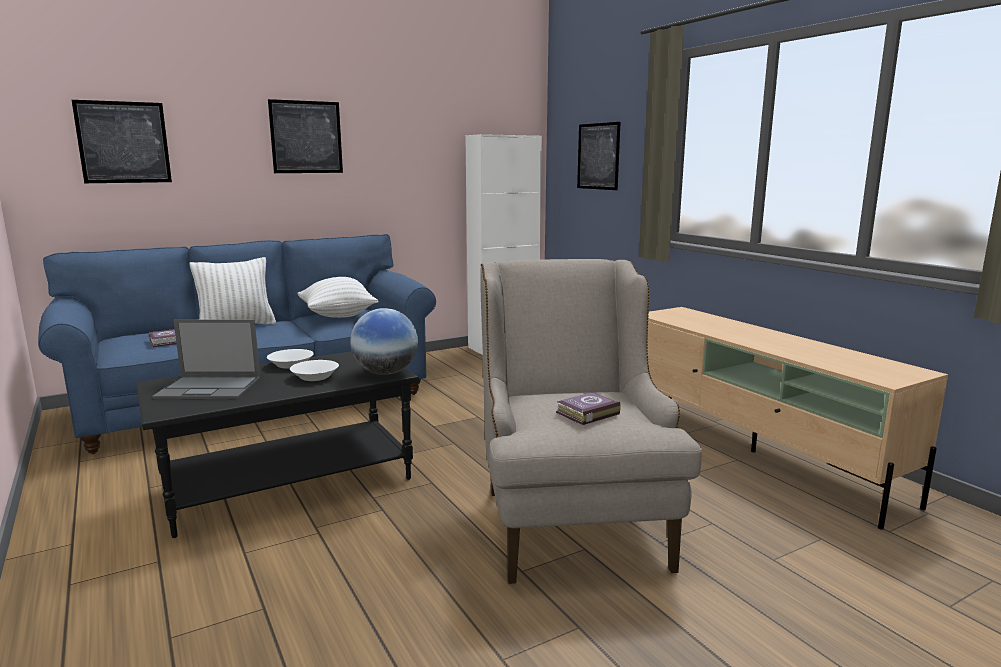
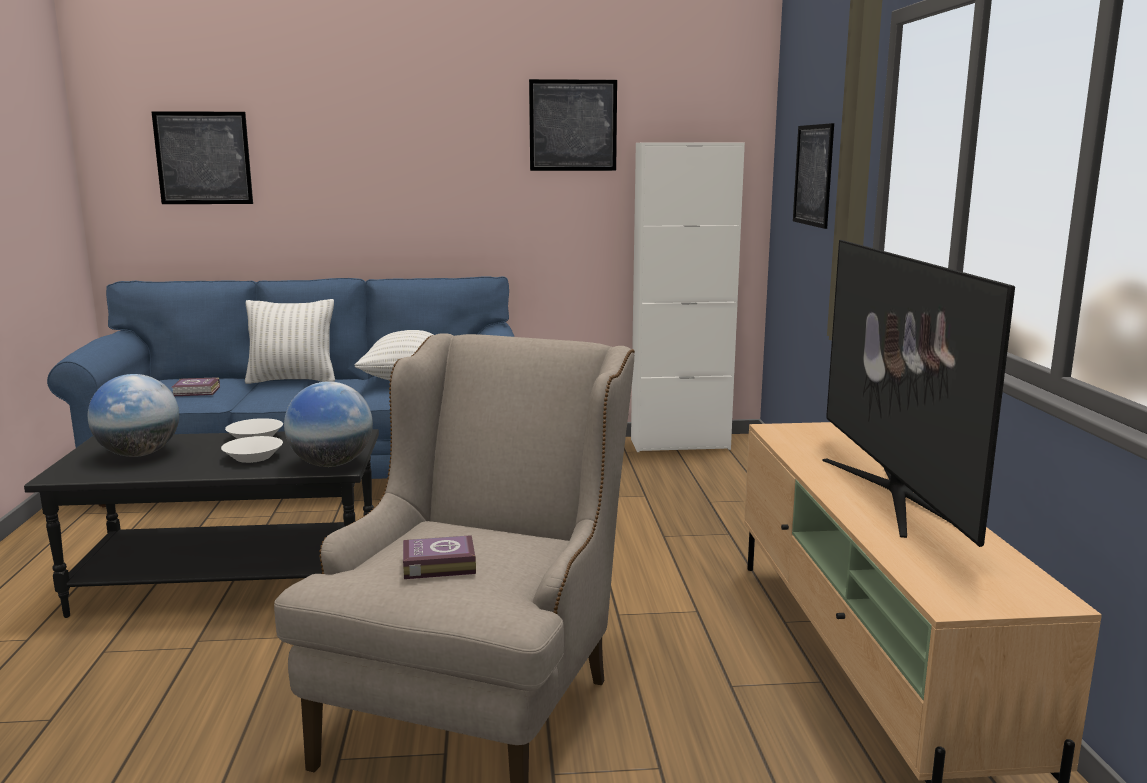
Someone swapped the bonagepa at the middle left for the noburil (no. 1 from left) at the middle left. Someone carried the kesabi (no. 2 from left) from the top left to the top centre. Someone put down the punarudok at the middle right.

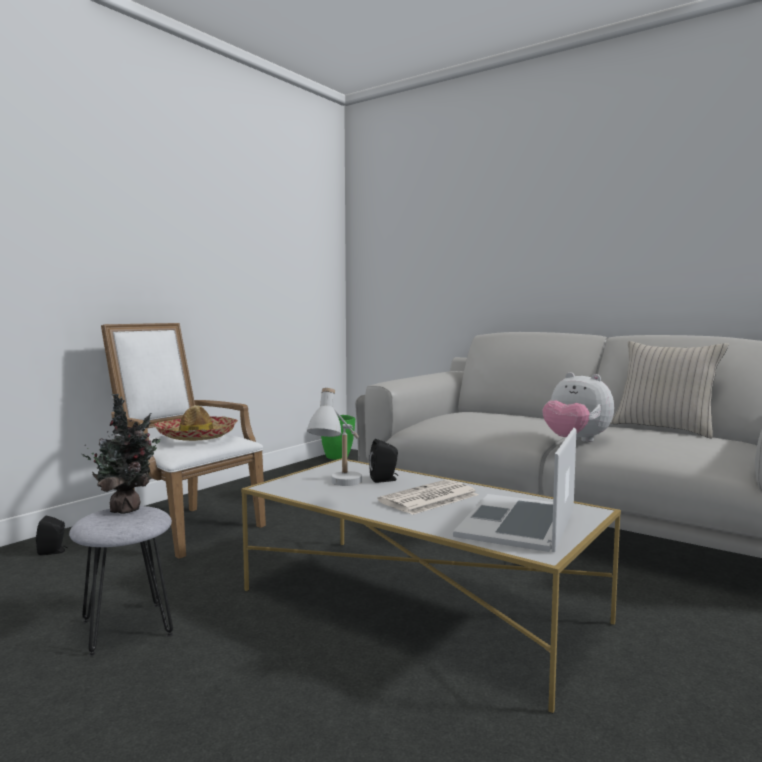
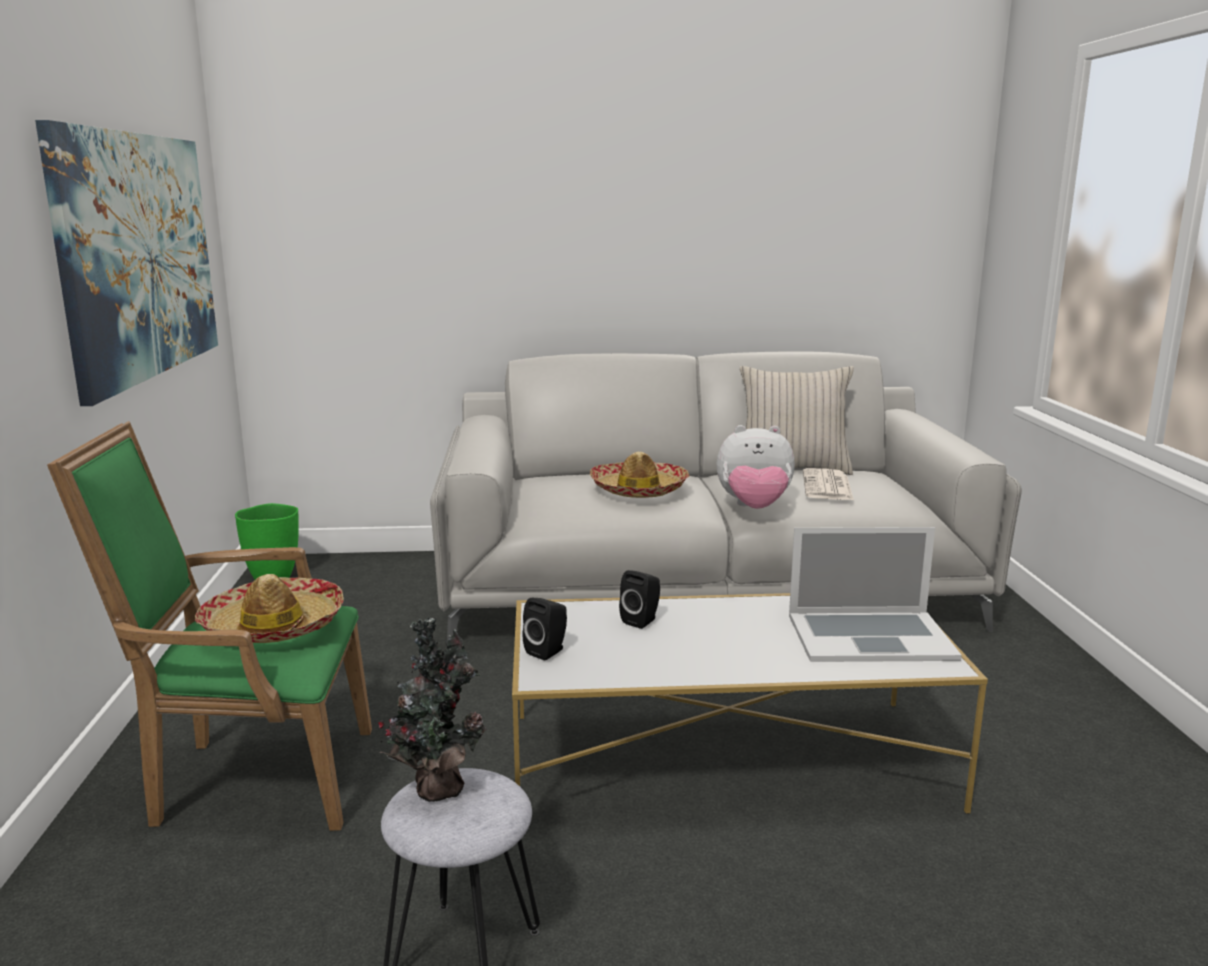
Someone carried the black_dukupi (no. 1 from left) from the bottom left to the centre. Someone repainted the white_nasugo at the middle left, which became the green_nasugo at the middle left. Someone took away the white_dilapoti at the centre. Someone carried the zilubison from the centre to the middle right. Someone rotated the bonagepa at the middle right by 75 degrees counterclockwise. Someone put up the kesabi at the top left. Someone put down the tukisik (no. 2 from left) at the centre.

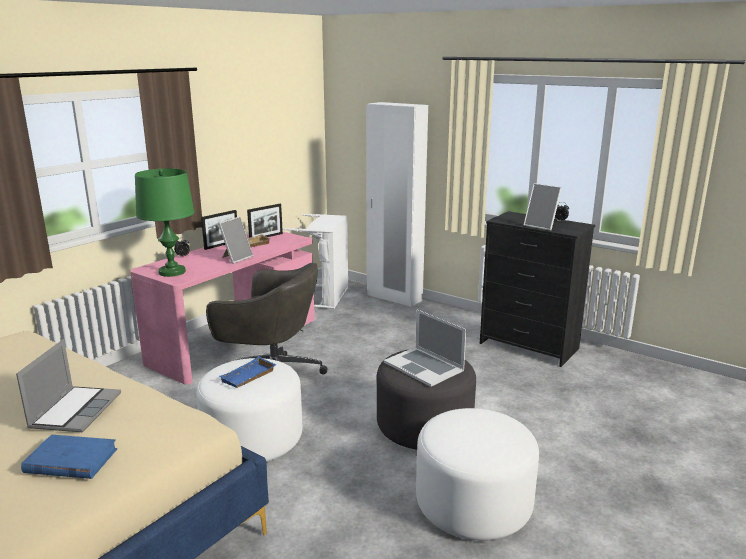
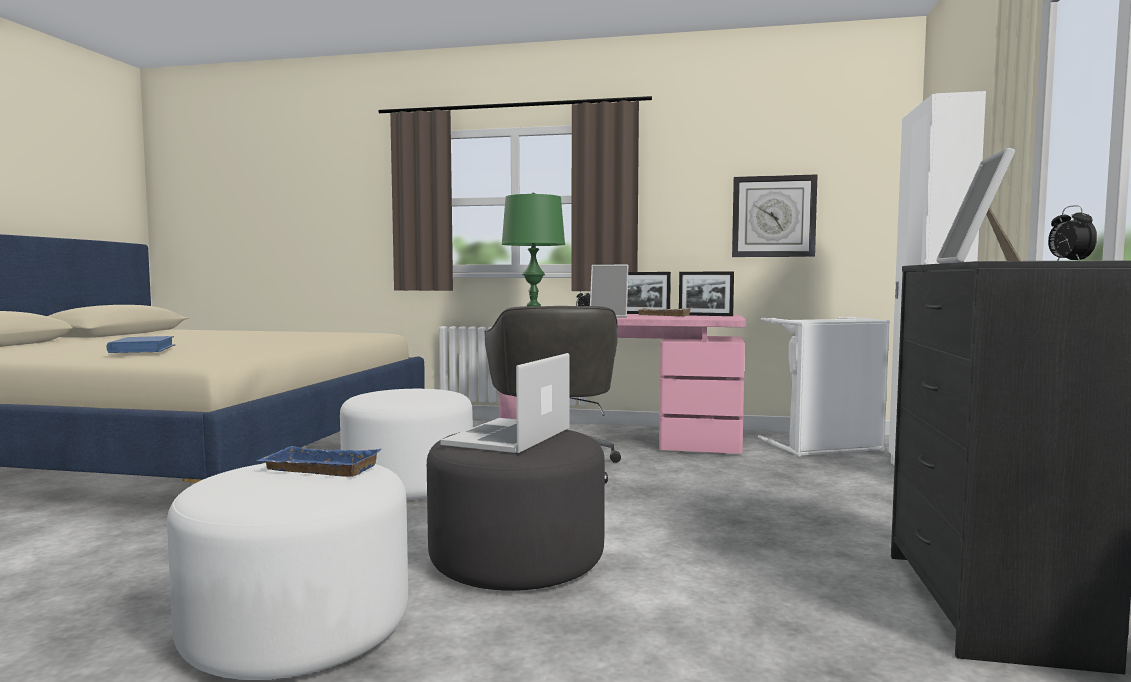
Someone took away the bonagepa (no. 1 from left) at the bottom left. Someone carried the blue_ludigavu from the middle left to the bottom left. Someone put up the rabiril at the top right.

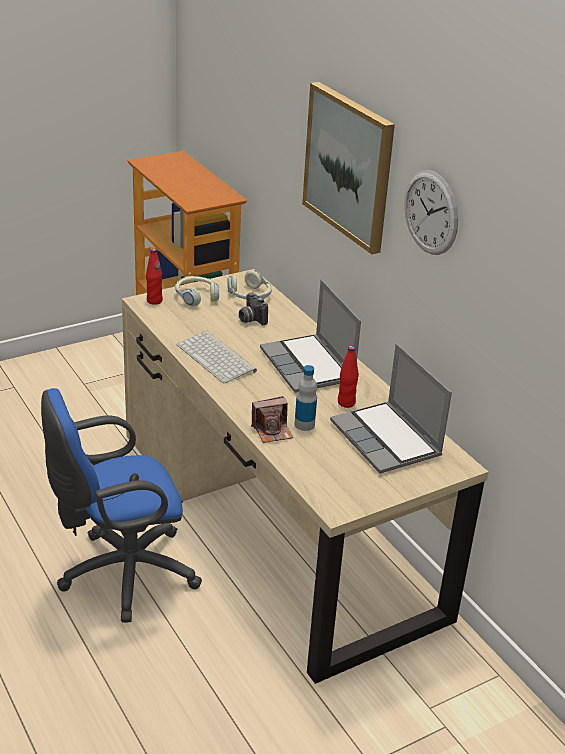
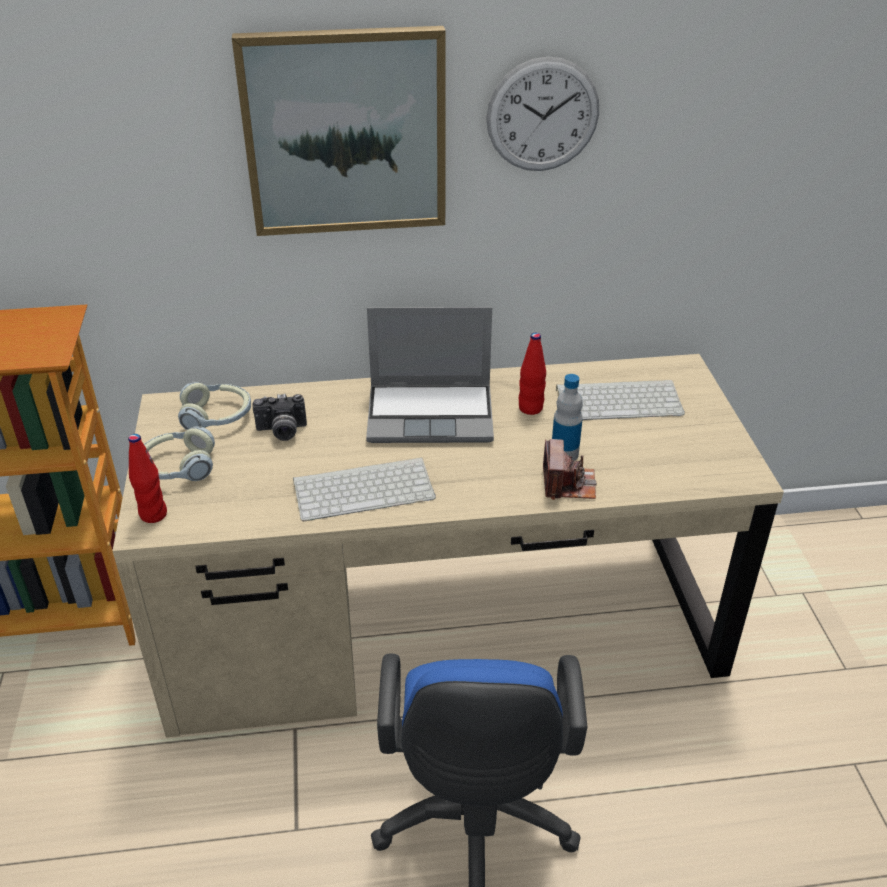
Someone swapped the bonagepa (no. 2 from left) at the middle right for the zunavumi (no. 2 from left) at the middle right.

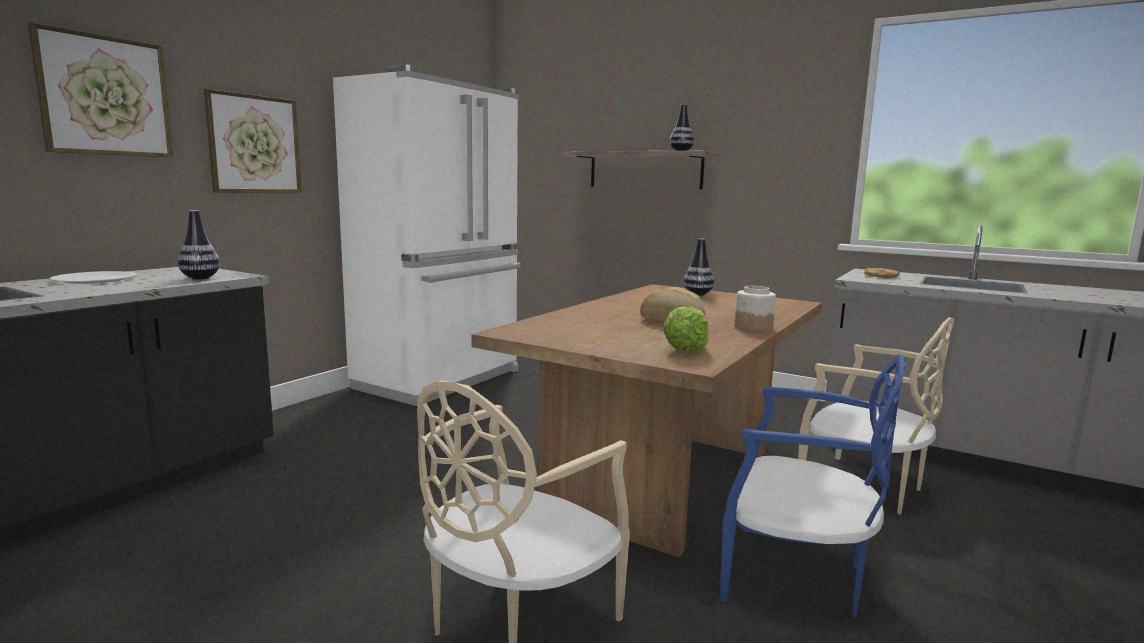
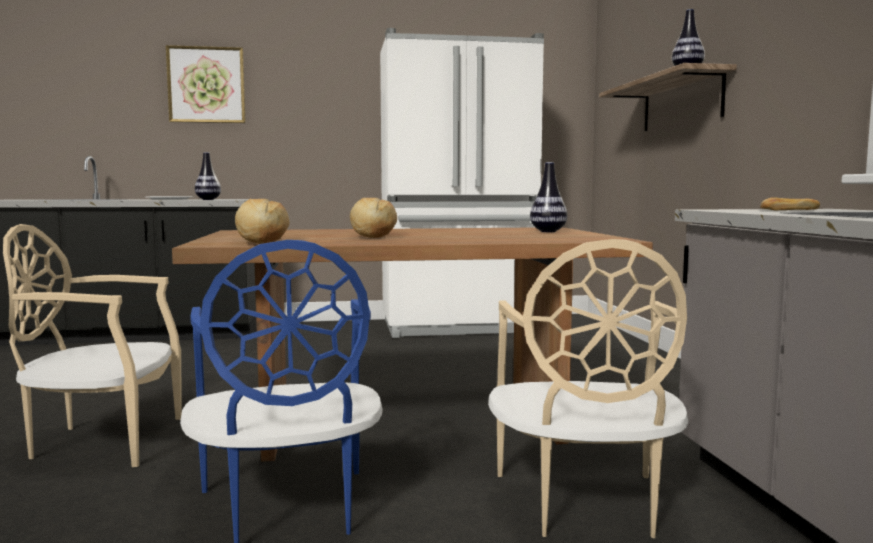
Someone took away the kesabi (no. 2 from left) at the top left. Someone swapped the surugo at the centre for the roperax (no. 1 from left) at the middle left. Someone took away the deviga at the centre.

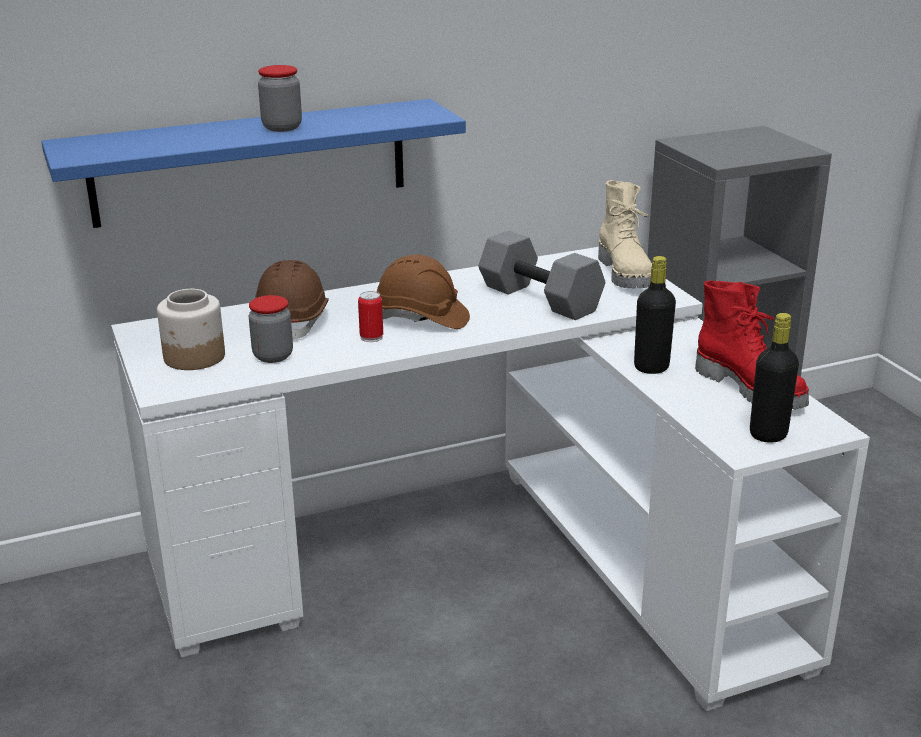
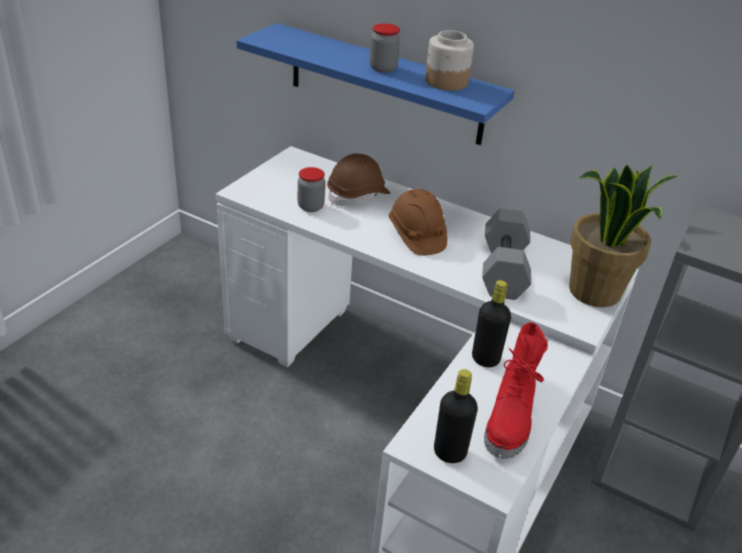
Someone carried the deviga (no. 1 from left in the first image) from the middle left to the top centre. Someone took away the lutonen at the centre. Someone swapped the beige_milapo at the top right for the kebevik at the middle right.

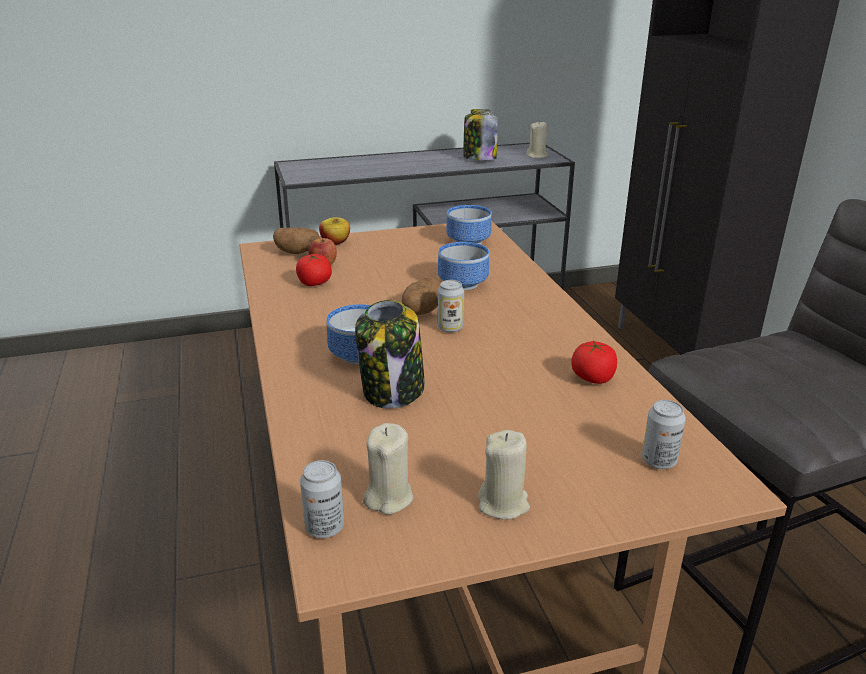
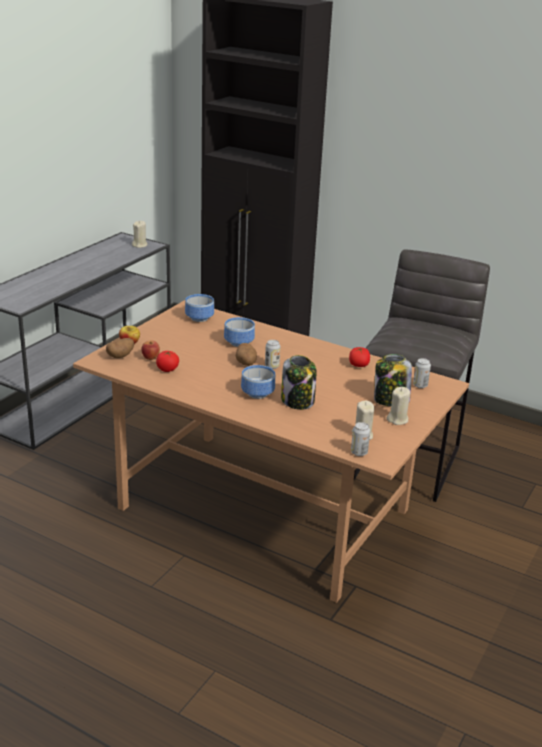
Someone carried the deviga (no. 2 from left) from the top centre to the middle right.

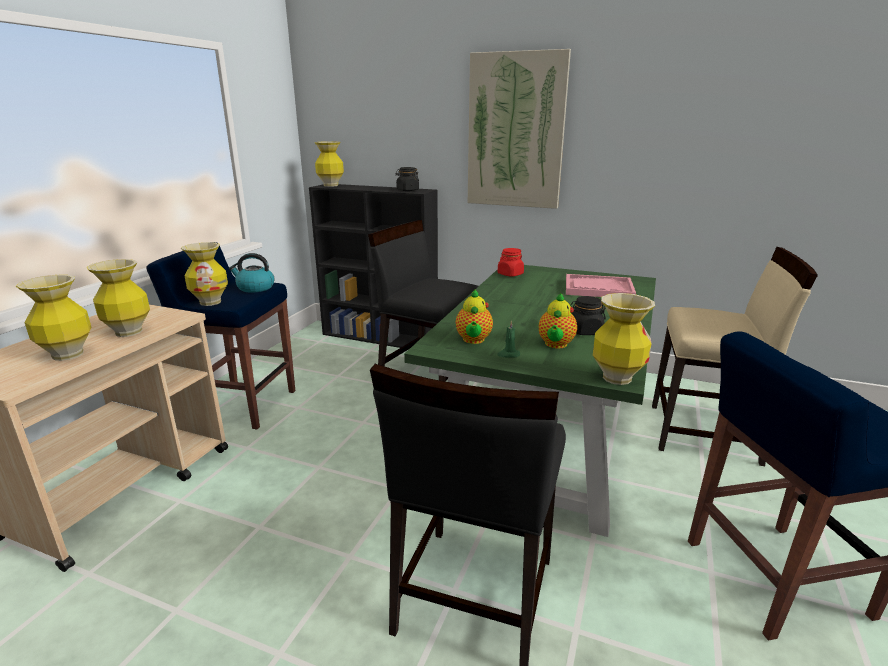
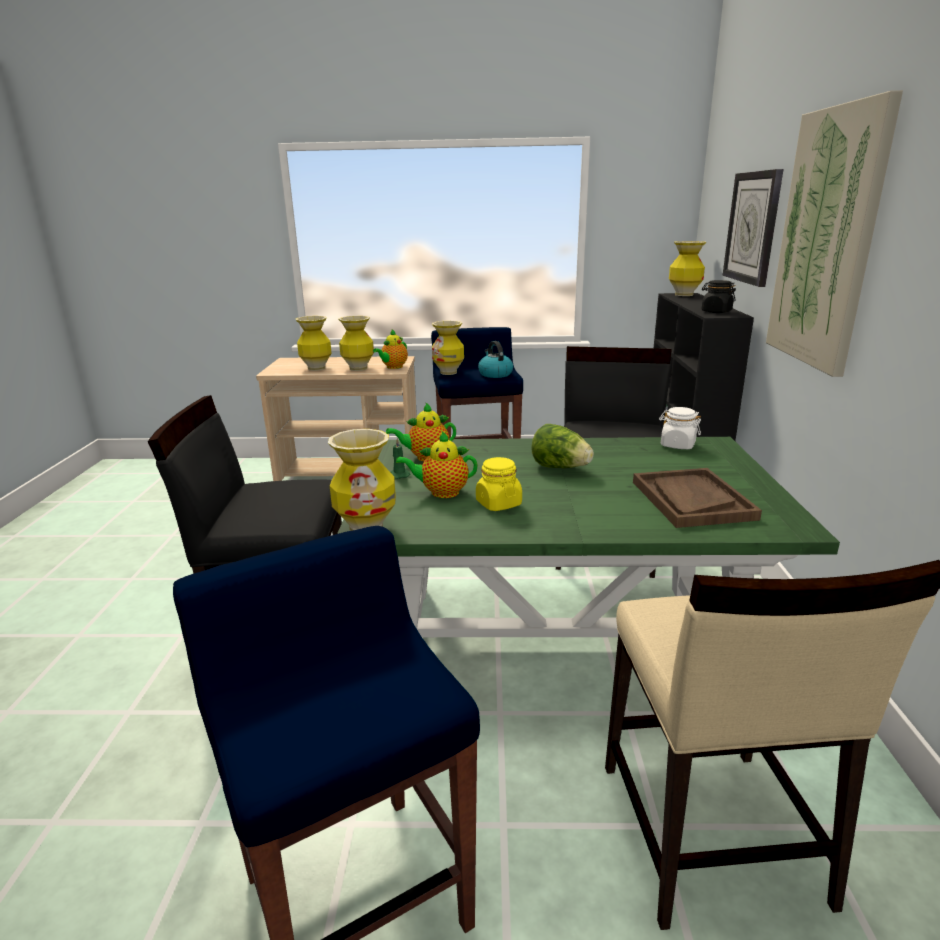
Someone repainted the red_deviga at the centre, which became the white_deviga at the middle right. Someone repainted the pink_ludigavu at the middle right, which became the brown_ludigavu at the middle right. Someone repainted the black_deviga (no. 2 from left) at the centre, which became the yellow_deviga at the centre. Someone put down the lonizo (no. 1 from left) at the centre. Someone put down the surugo at the centre. Someone put up the rabiril at the top right.

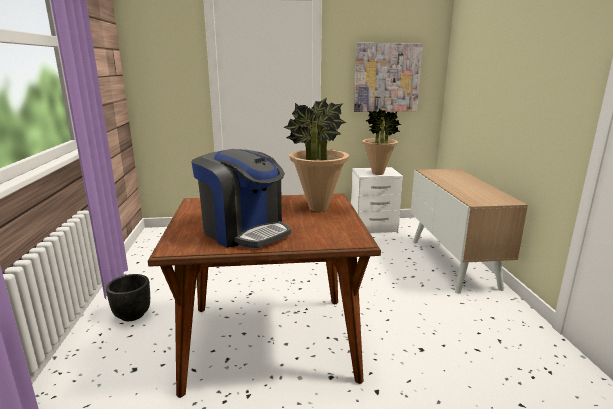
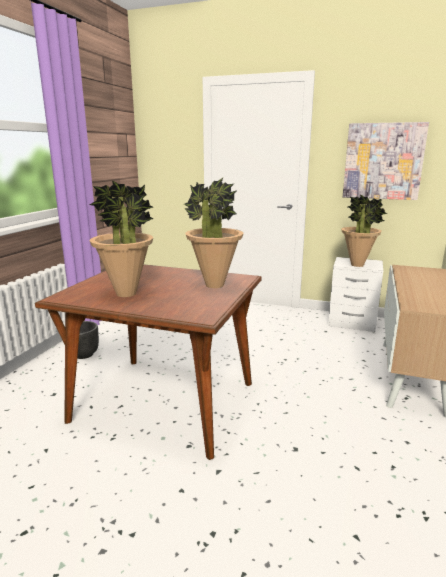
Someone swapped the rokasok at the centre for the kebevik (no. 1 from left) at the middle left.

